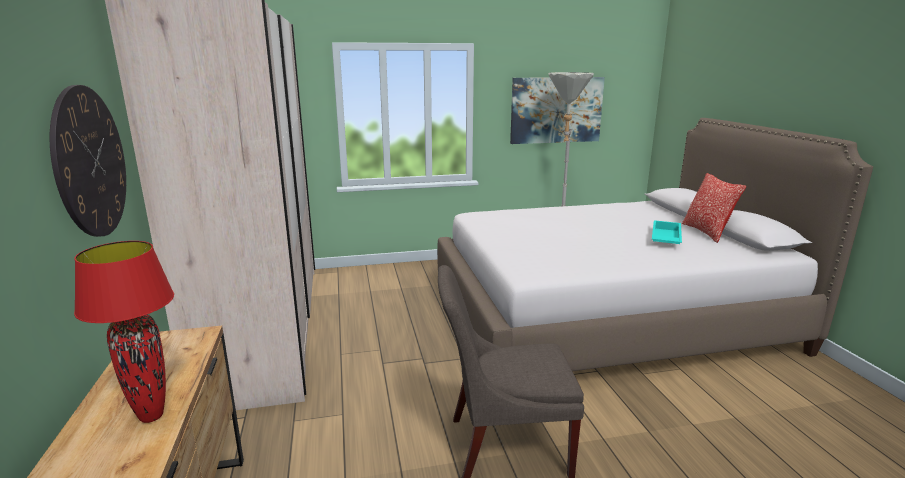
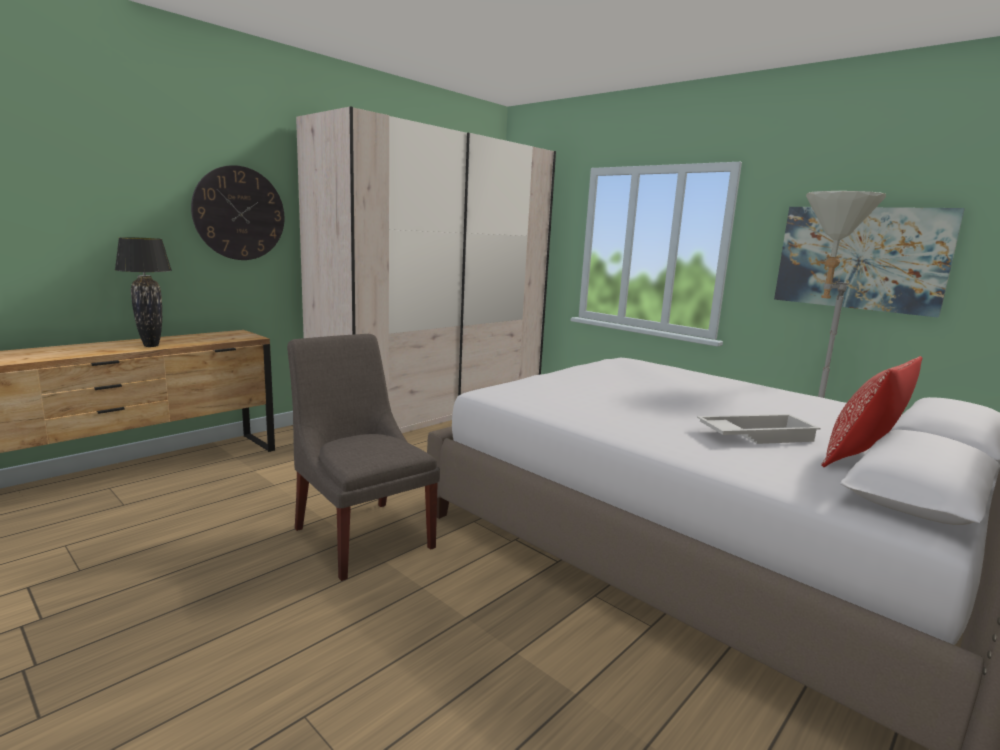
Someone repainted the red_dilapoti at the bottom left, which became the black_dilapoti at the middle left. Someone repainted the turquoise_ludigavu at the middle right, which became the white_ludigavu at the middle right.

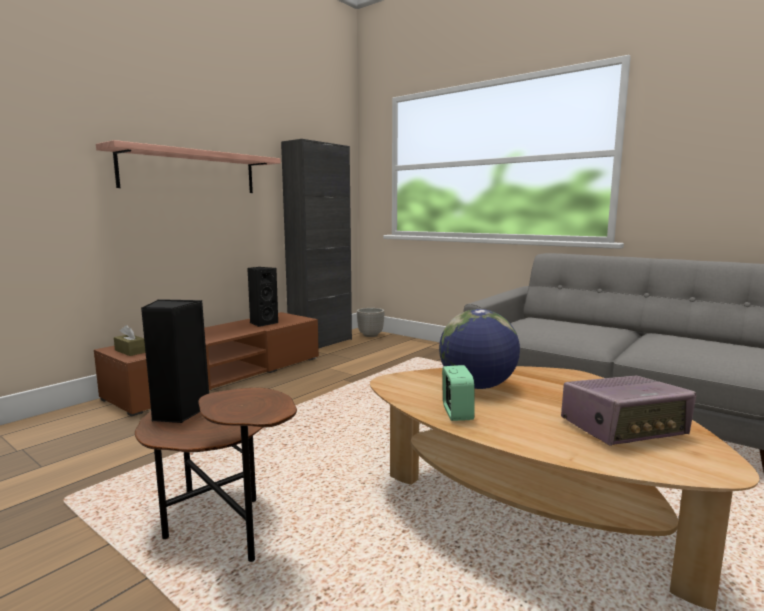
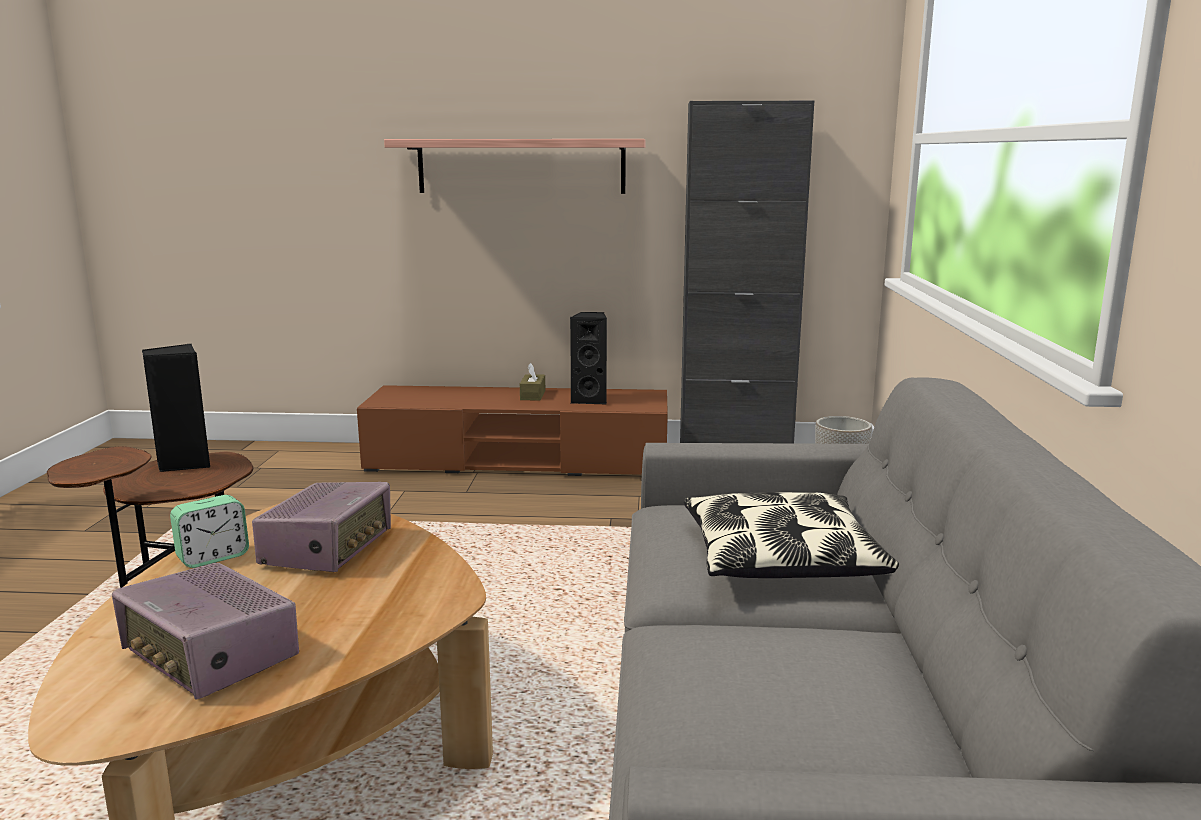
Someone carried the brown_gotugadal from the middle left to the centre. Someone swapped the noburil at the centre for the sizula (no. 2 from left) at the middle left. Someone put down the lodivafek at the centre.

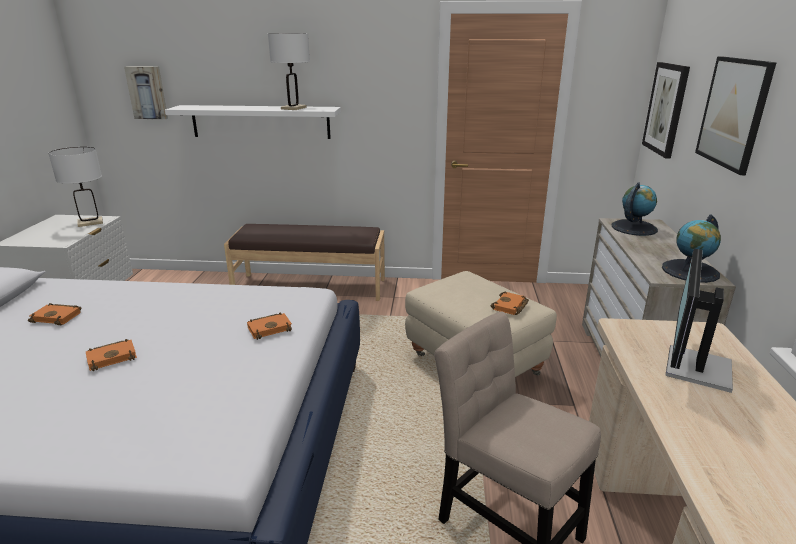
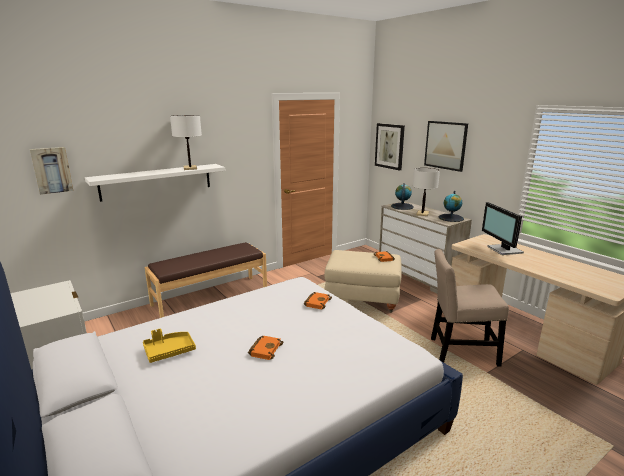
Someone swapped the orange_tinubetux (no. 1 from left) at the middle left for the yellow_ludigavu at the bottom left. Someone carried the white_dilapoti (no. 1 from left in the first image) from the middle left to the middle right.

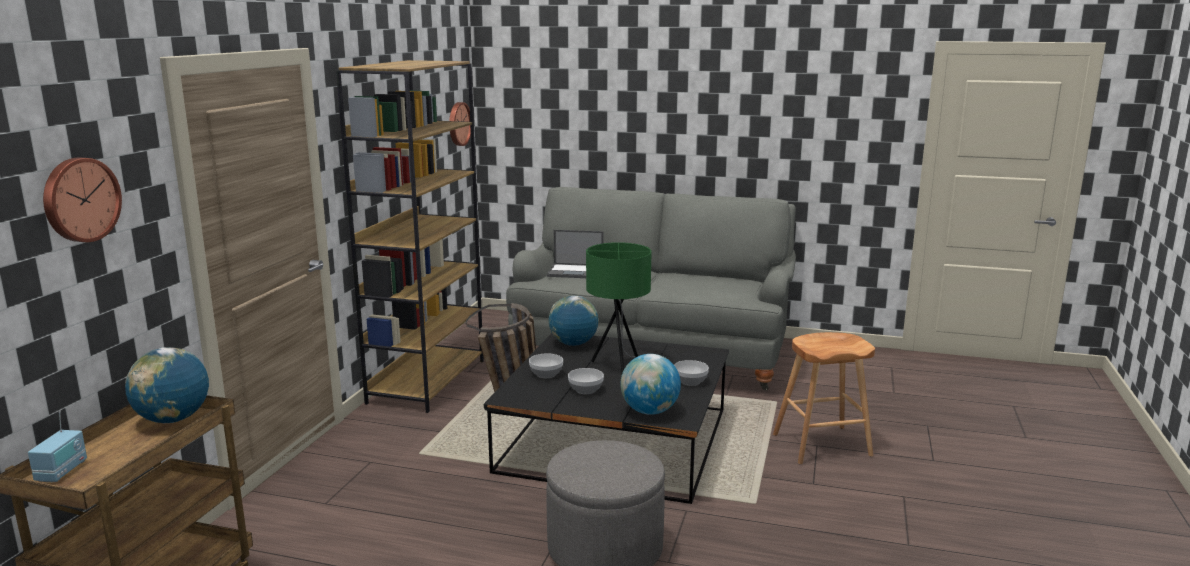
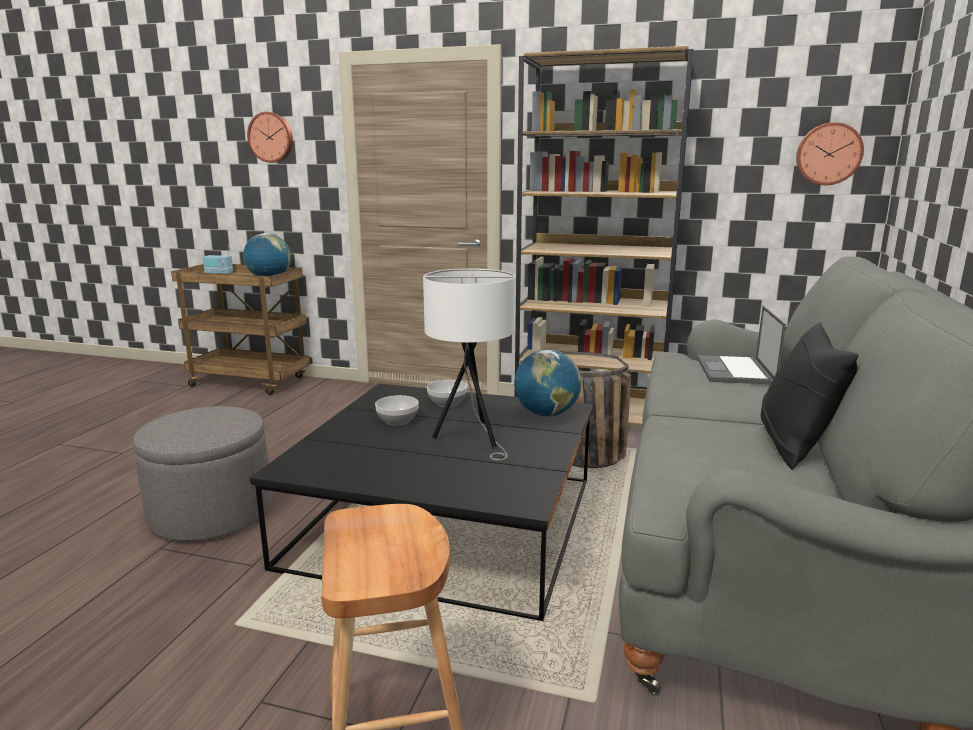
Someone repainted the green_dilapoti at the centre, which became the white_dilapoti at the centre. Someone took away the noburil (no. 3 from left) at the bottom centre. Someone took away the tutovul (no. 3 from left) at the centre. Someone put down the black_lodivafek at the middle right.

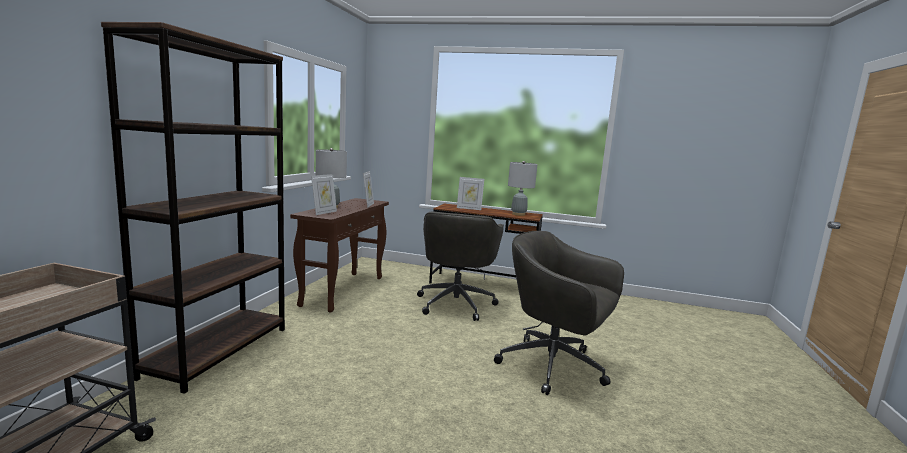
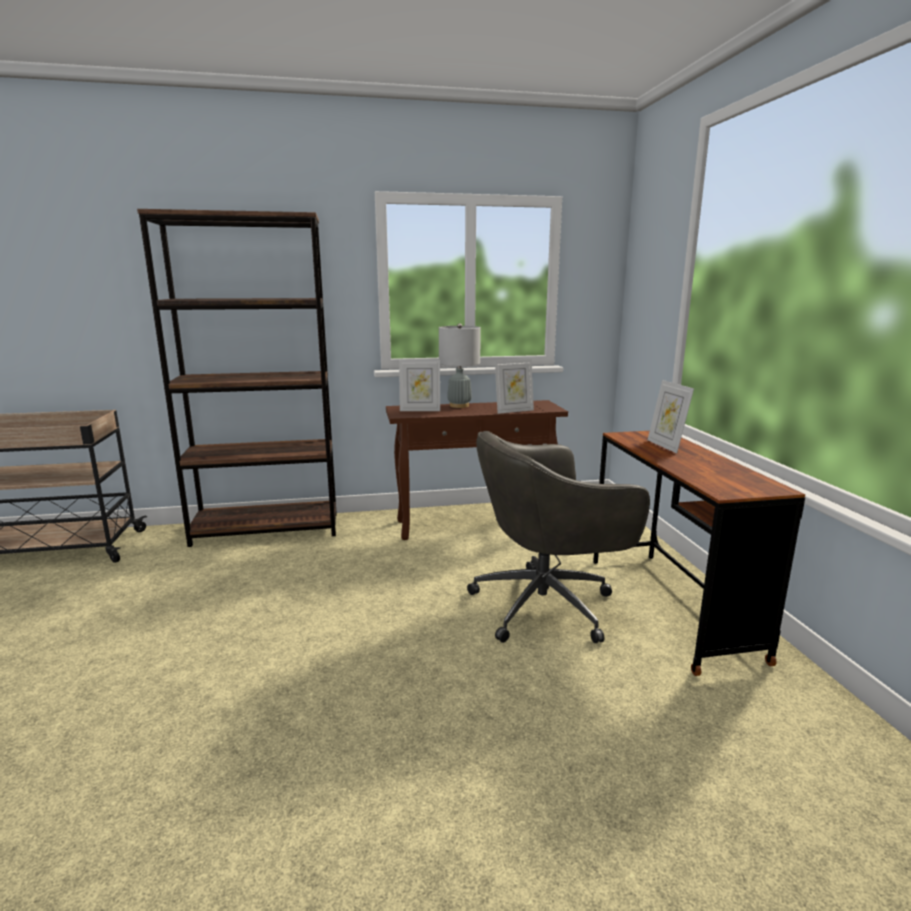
Someone took away the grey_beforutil (no. 2 from left) at the bottom centre. Someone took away the grey_dilapoti (no. 2 from left) at the centre.

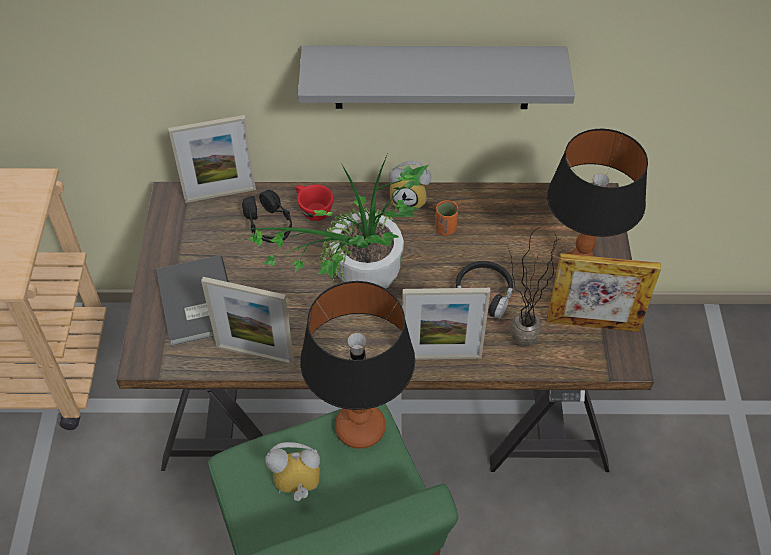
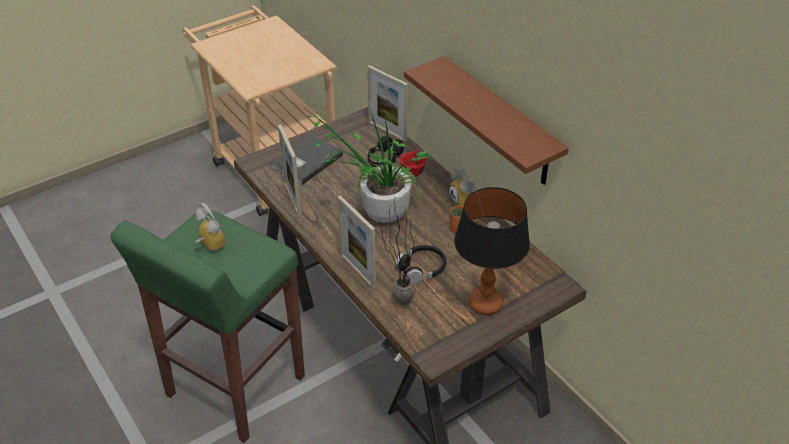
Someone repainted the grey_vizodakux at the top centre, which became the brown_vizodakux at the top centre. Someone took away the dilapoti (no. 1 from left) at the centre. Someone took away the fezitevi (no. 4 from left) at the middle right.

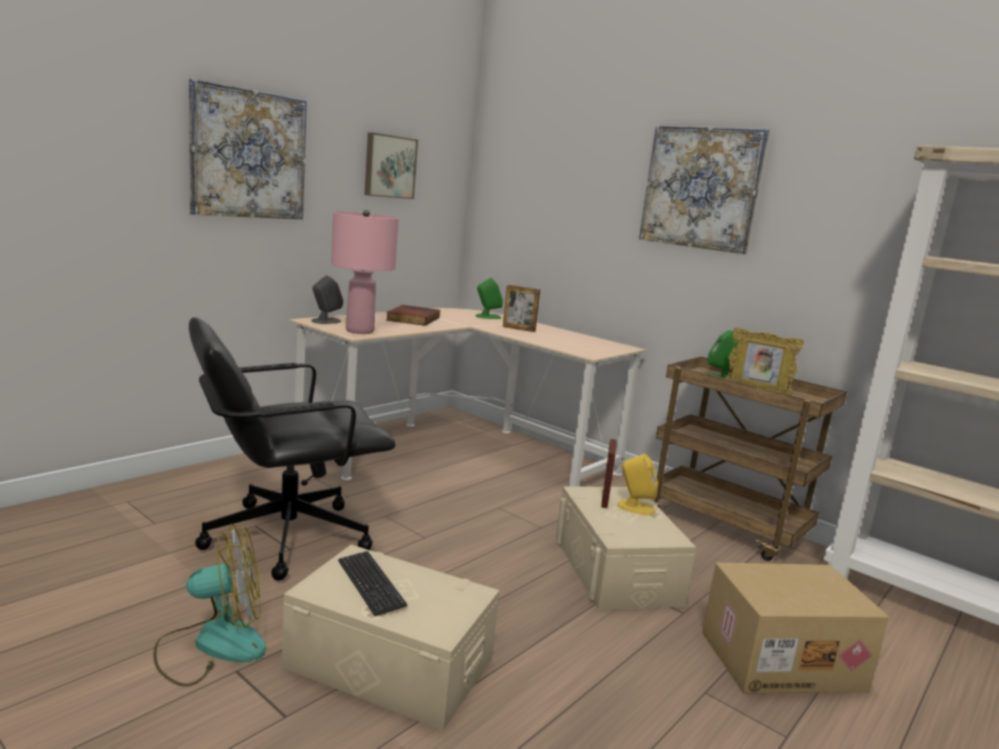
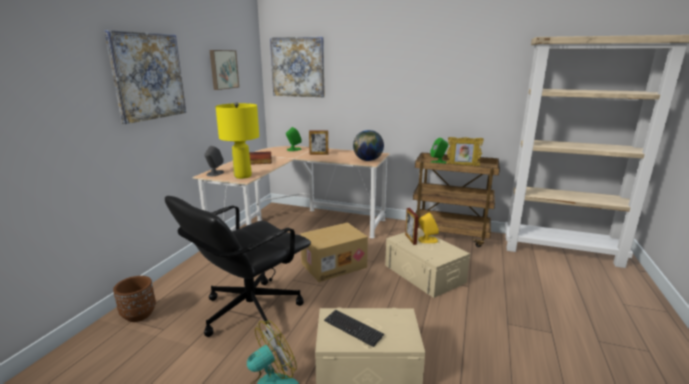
Someone repainted the pink_dilapoti at the centre, which became the yellow_dilapoti at the centre. Someone carried the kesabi (no. 3 from left) from the top right to the top centre. Someone carried the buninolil from the bottom right to the centre. Someone put down the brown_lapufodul at the bottom left. Someone put down the noburil at the centre.

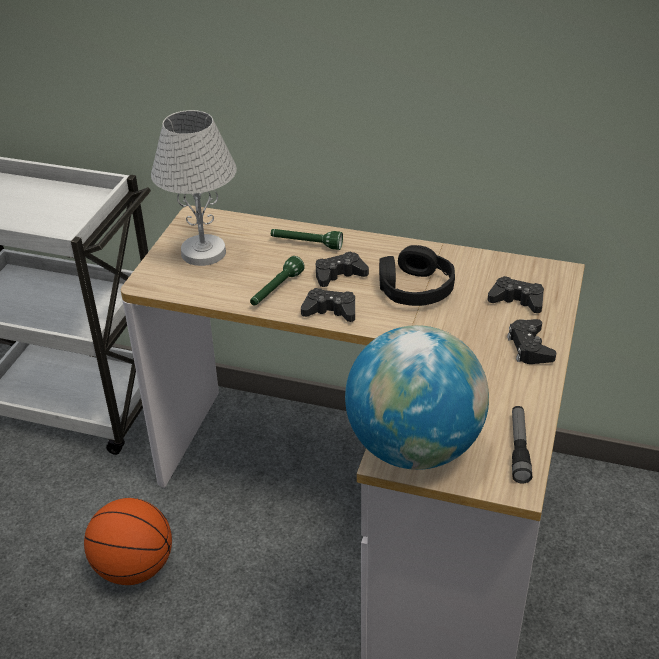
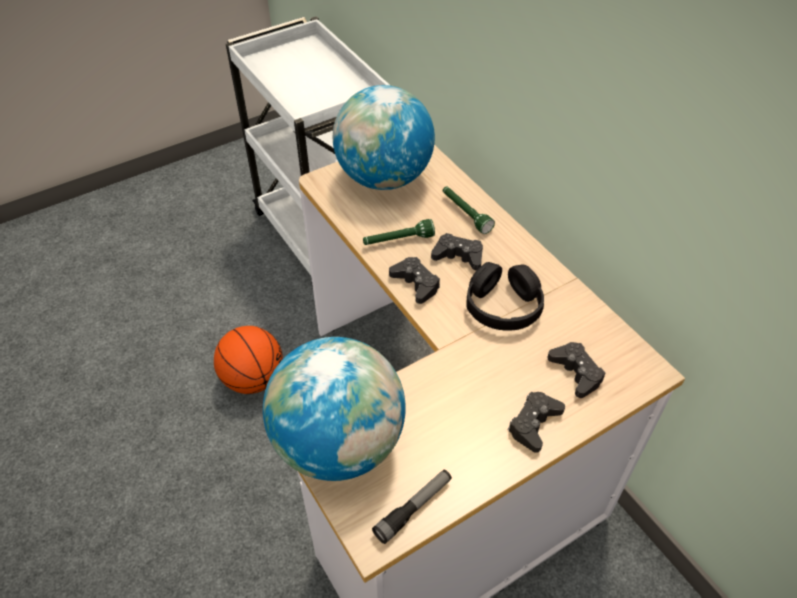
Someone swapped the white_dilapoti at the top left for the noburil (no. 2 from left) at the top centre.

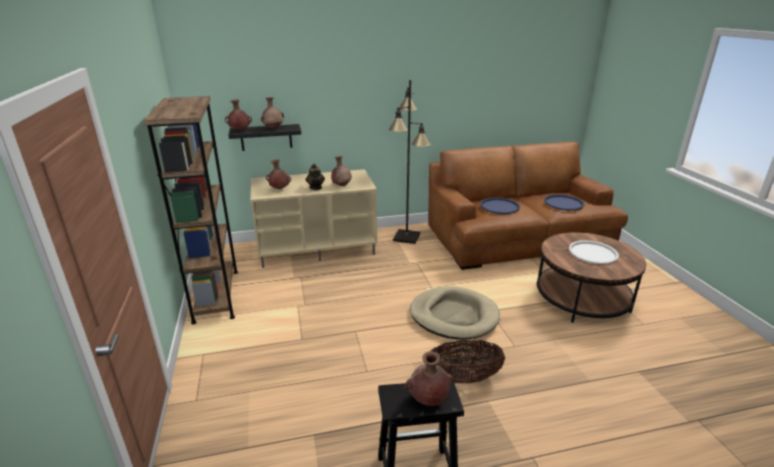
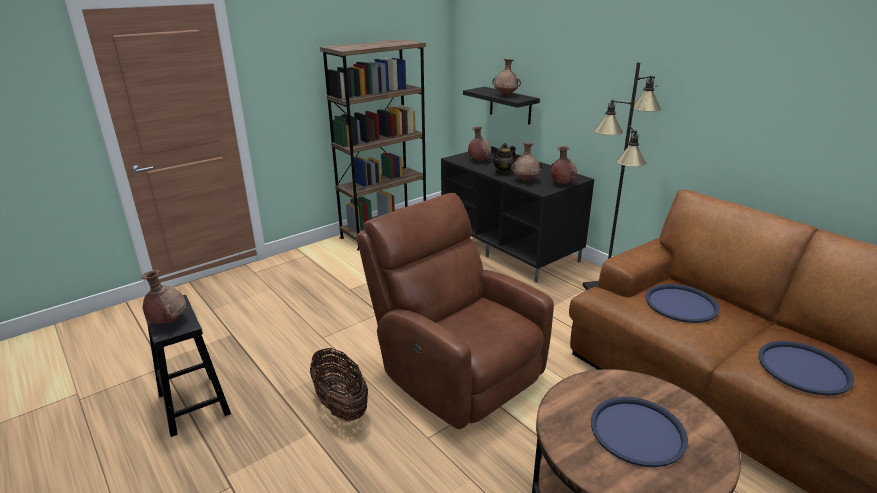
Someone carried the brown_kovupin (no. 1 from left in the first image) from the top left to the centre. Someone repainted the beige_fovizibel at the centre, which became the black_fovizibel at the centre. Someone swapped the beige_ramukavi at the bottom centre for the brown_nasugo at the centre. Someone repainted the white_ludigavu at the middle right, which became the blue_ludigavu (no. 1 from left) at the bottom right.

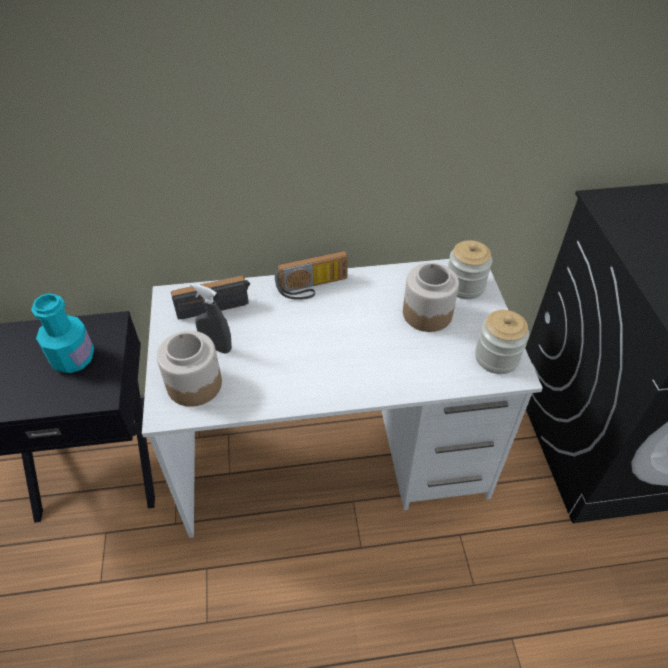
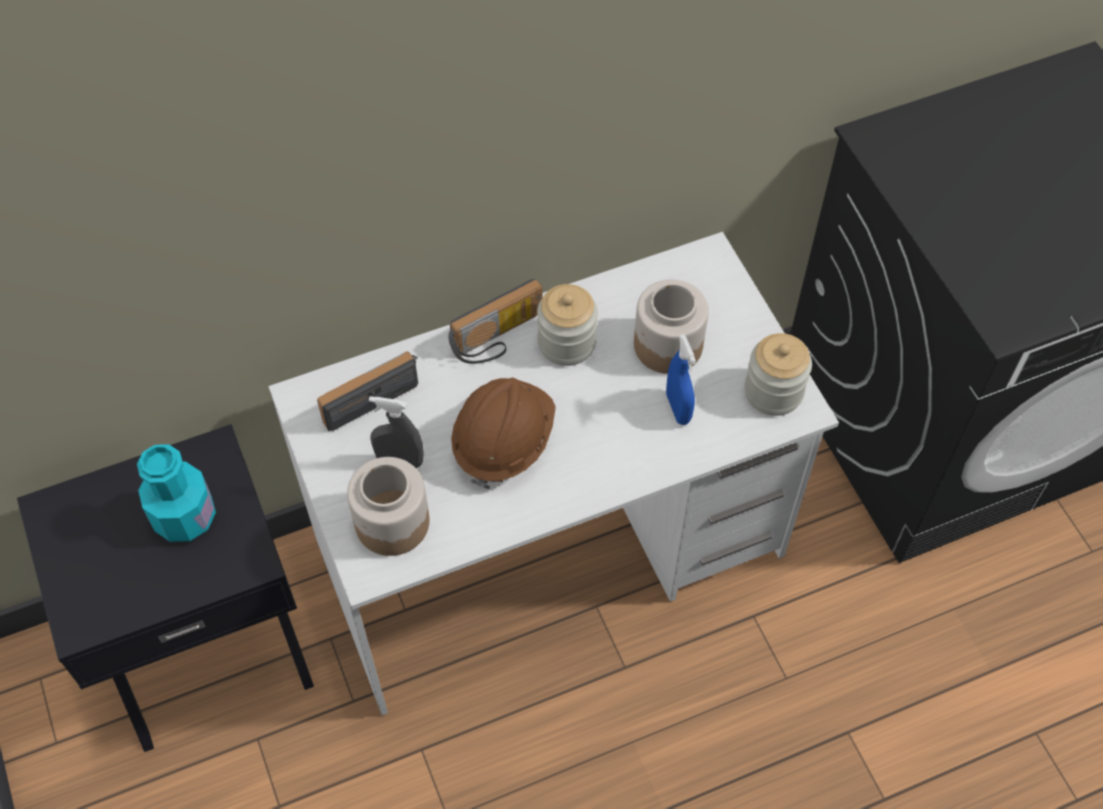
Someone carried the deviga (no. 3 from left in the first image) from the middle right to the centre. Someone put down the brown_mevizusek at the centre. Someone put down the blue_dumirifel at the centre.

